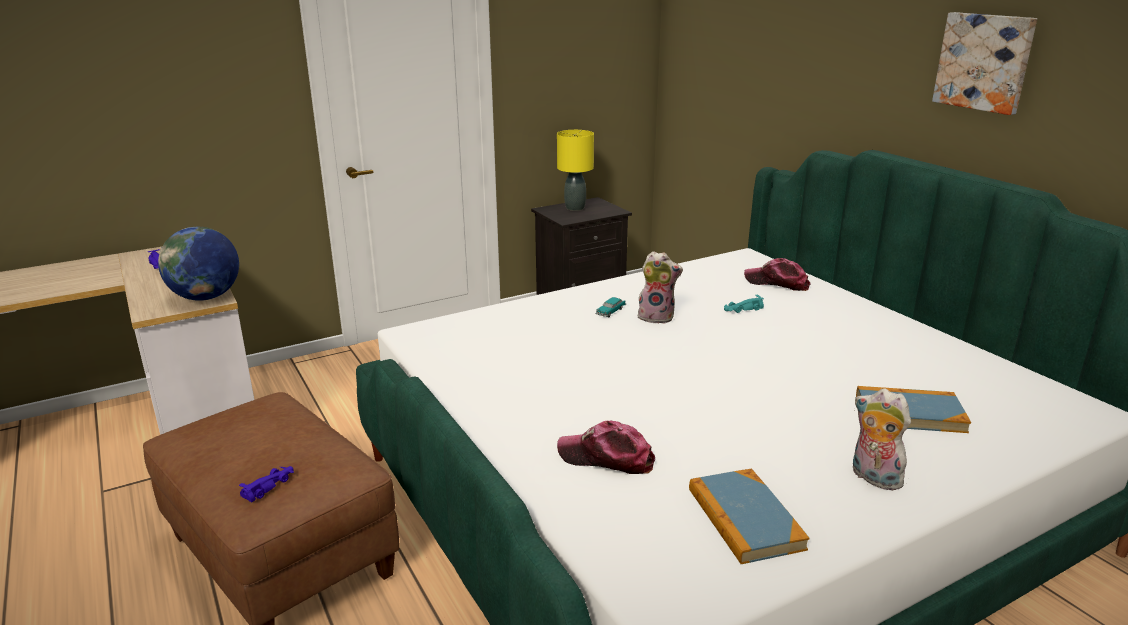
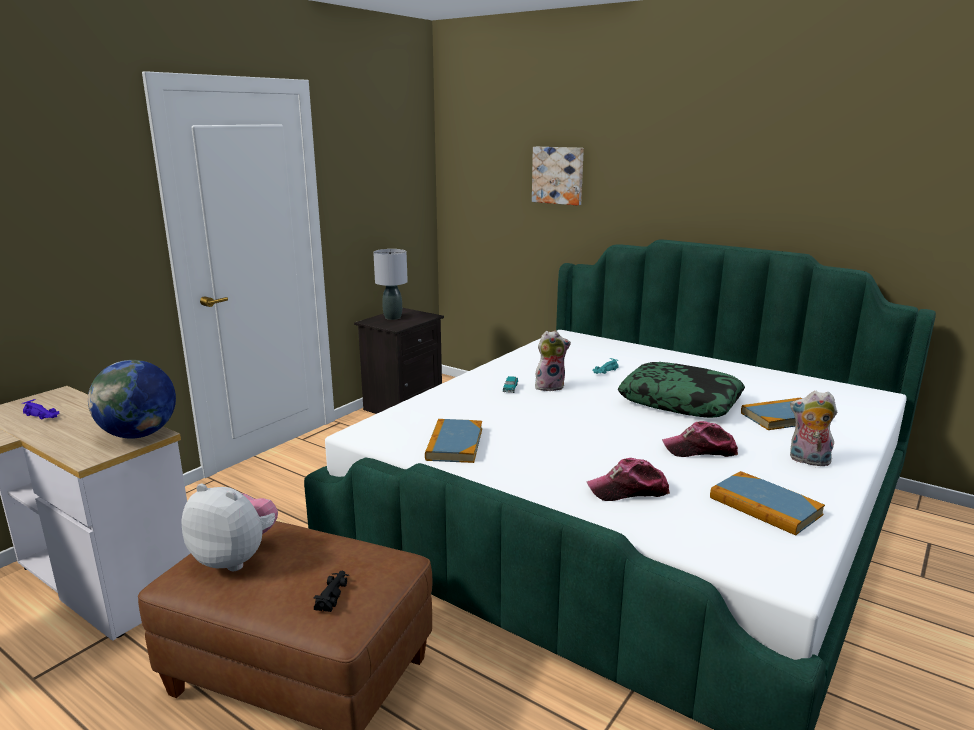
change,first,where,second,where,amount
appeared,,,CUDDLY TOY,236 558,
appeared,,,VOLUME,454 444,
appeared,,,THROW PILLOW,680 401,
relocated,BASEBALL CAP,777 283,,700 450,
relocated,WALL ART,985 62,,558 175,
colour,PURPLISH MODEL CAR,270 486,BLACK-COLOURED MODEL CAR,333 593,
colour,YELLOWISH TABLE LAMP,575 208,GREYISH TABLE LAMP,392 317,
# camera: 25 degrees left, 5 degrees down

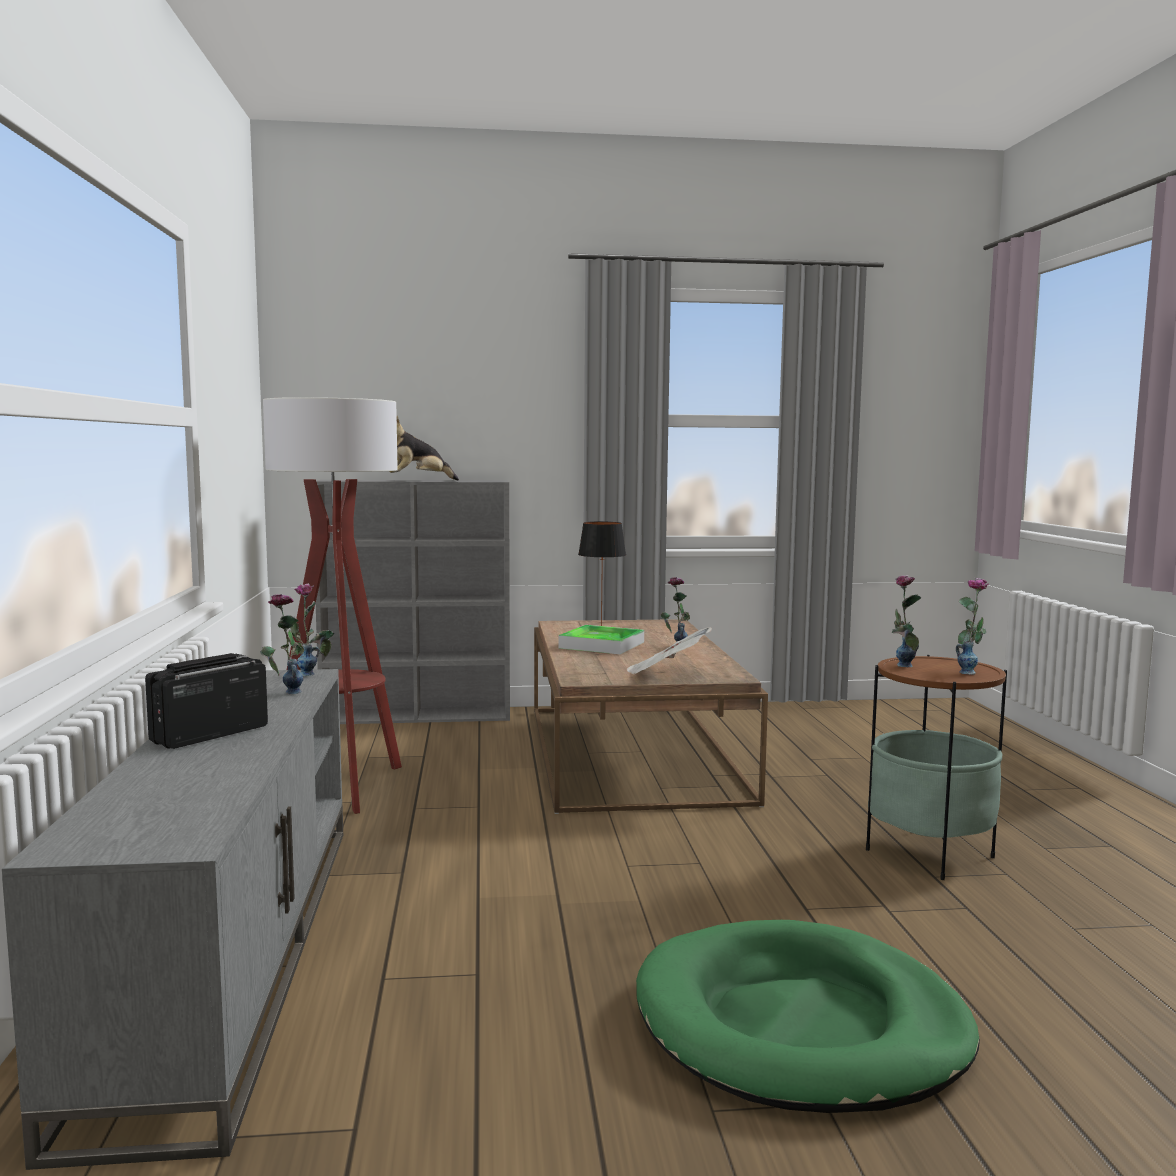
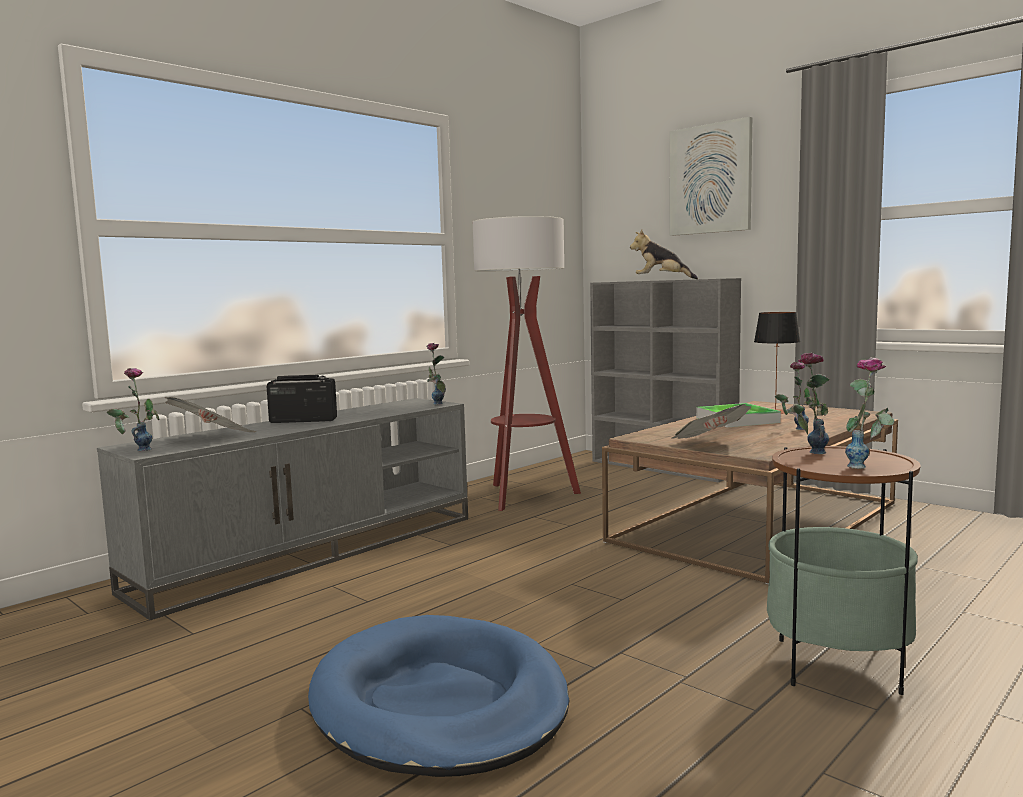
change,first,where,second,where,amount
appeared,,,PRINTED PAPER,213 437,
appeared,,,WALL ART,710 179,
relocated,VASE,282 694,,136 450,
colour,GREEN DOG BED,800 1025,BLUISH DOG BED,439 703,
# camera: 50 degrees right, 0 degrees up

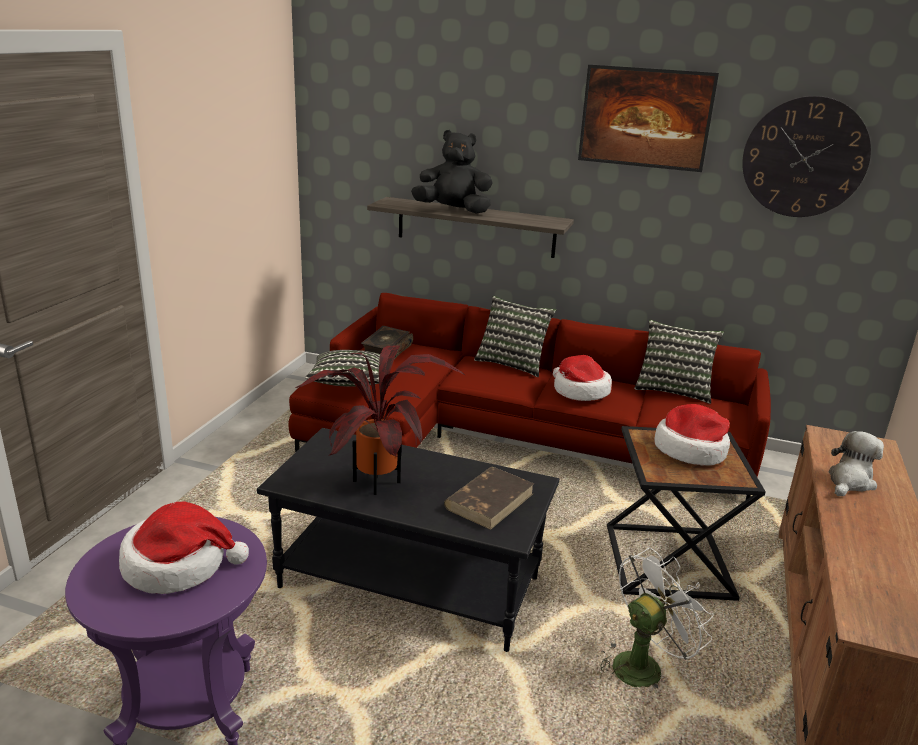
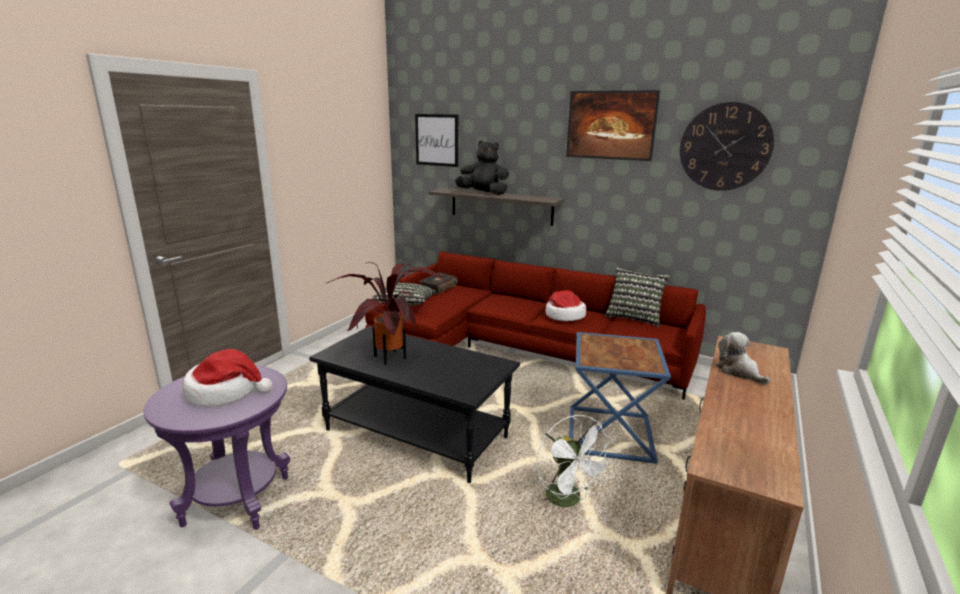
change,first,where,second,where,amount
missing,BROWN VOLUME,490 500,,,
missing,THROW PILLOW,512 363,,,
missing,CLOTHING HAT,691 450,,,
appeared,,,WALL ART,437 140,
colour,BLACK-COLOURED END TABLE,670 563,BLUISH END TABLE,611 435,
spun,WHITISH ELECTRIC FAN,643 664,,569 500,90 degrees clockwise
spun,CUDDLY TOY,849 482,,738 372,75 degrees counterclockwise
# camera: 10 degrees right, 5 degrees down

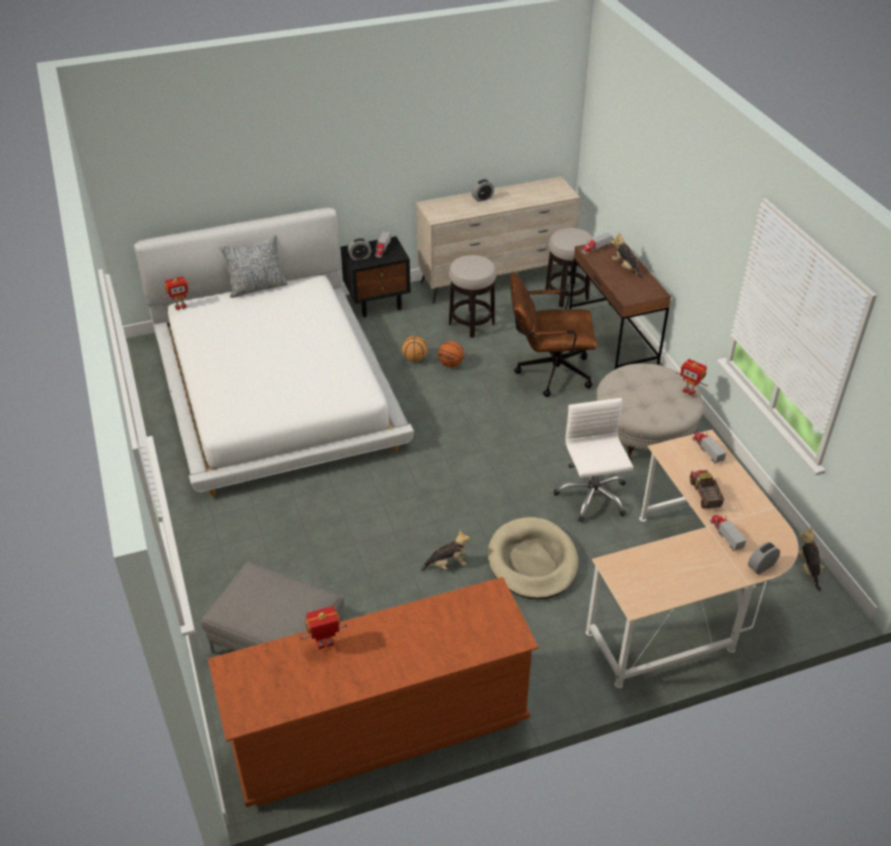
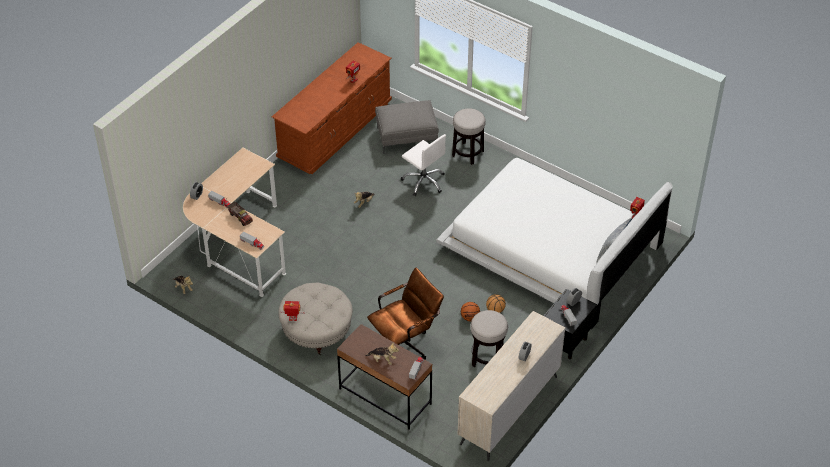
change,first,where,second,where,amount
missing,BEIGE DOG BED,532 562,,,
relocated,STOOL SEAT,566 295,,468 153,
relocated,WHITISH OFFICE CHAIR,592 496,,424 181,
# camera: 145 degrees right, 5 degrees up

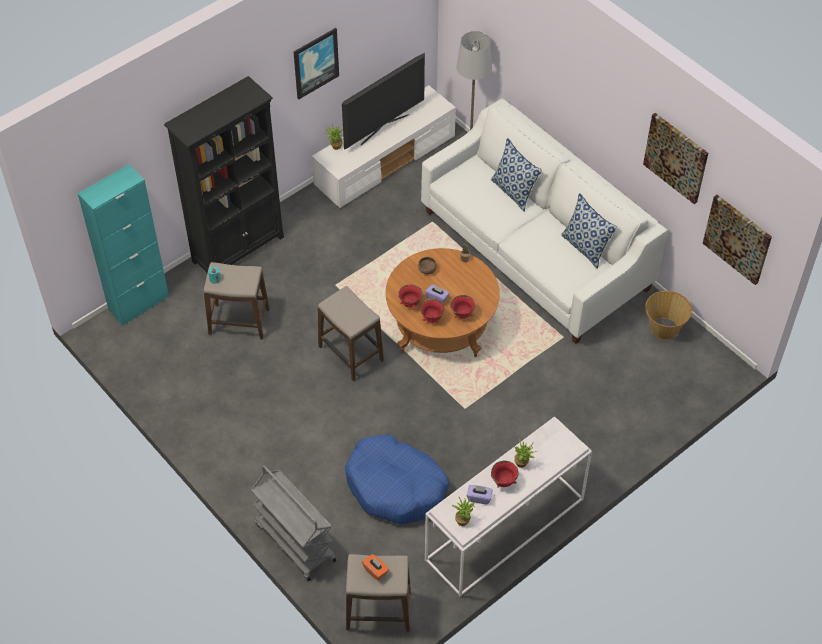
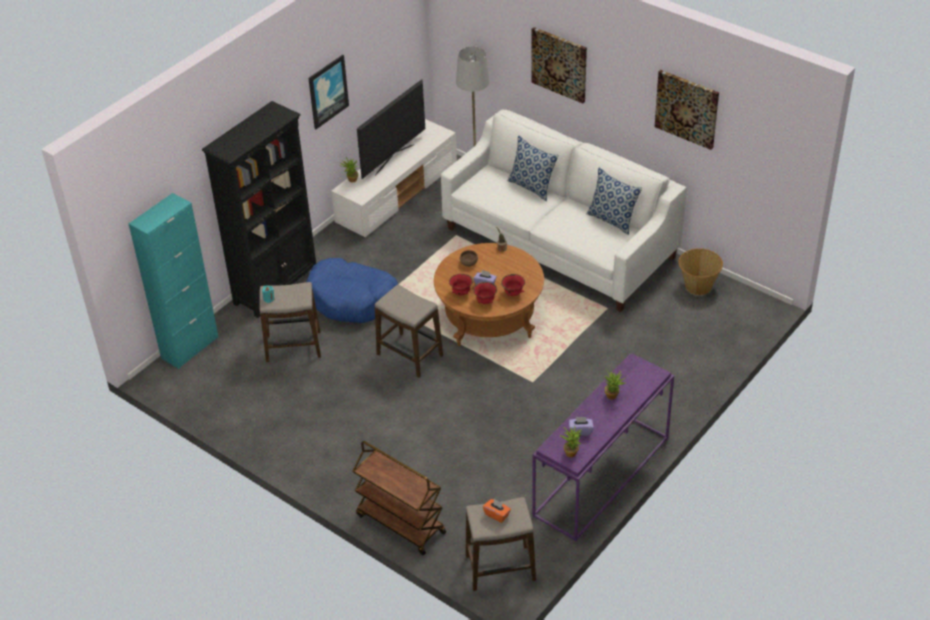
change,first,where,second,where,amount
missing,REDDISH SERVING BOWL,503 481,,,
relocated,BLUISH DOG BED,395 487,,352 299,
relocated,WALL ART,737 238,,559 64,
colour,GREYISH CART,294 542,BROWN CART,400 524,
colour,WHITISH NARROW TABLE,505 531,PURPLISH NARROW TABLE,602 477,
# camera: 10 degrees left, 10 degrees down

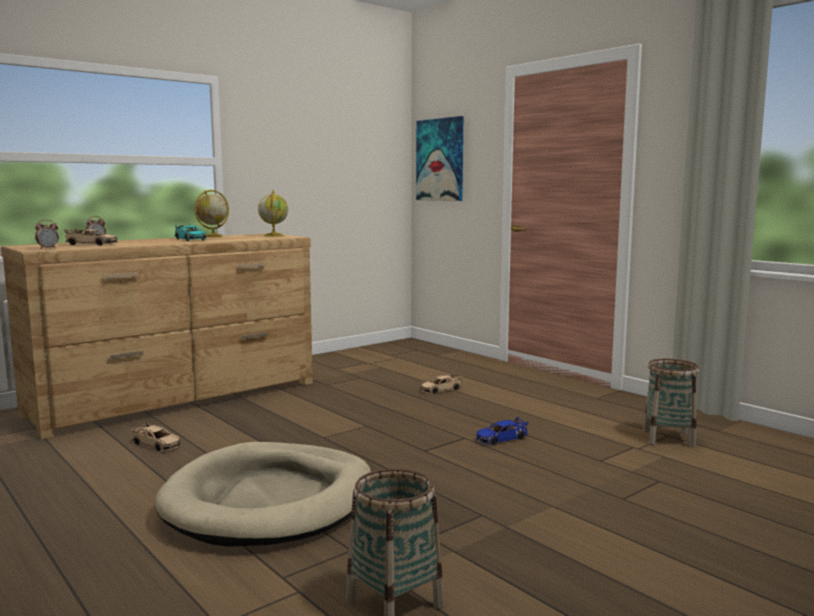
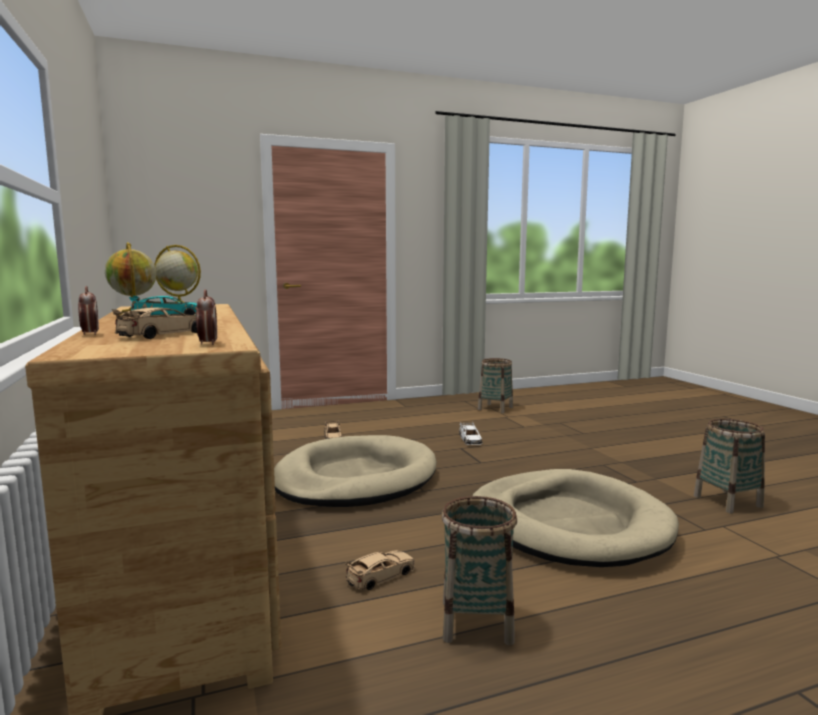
change,first,where,second,where,amount
missing,WALL ART,440 160,,,
appeared,,,BEIGE DOG BED,355 478,
appeared,,,STORAGE BASKET,477 622,
colour,BLUISH MODEL CAR,501 439,WHITISH MODEL CAR,470 439,
# camera: 70 degrees left, 0 degrees up

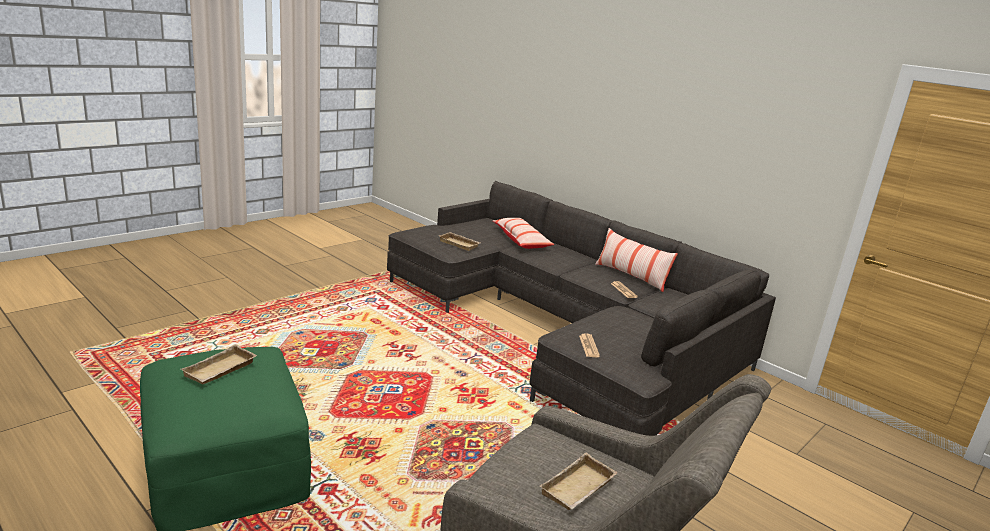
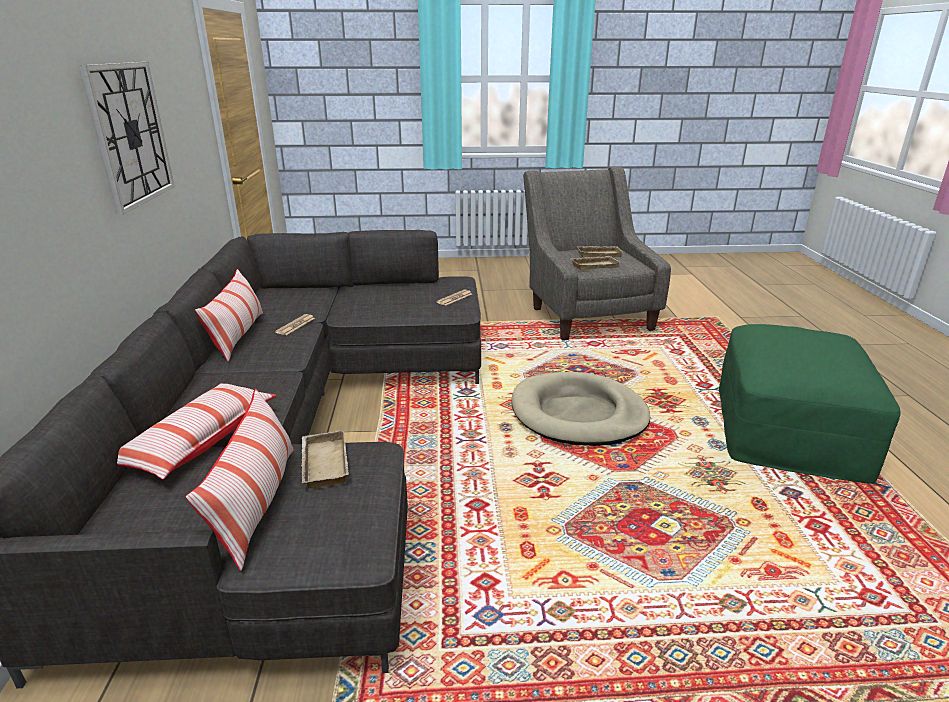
change,first,where,second,where,amount
appeared,,,WALL CLOCK,130 134,
appeared,,,THROW PILLOW,256 503,
appeared,,,BEIGE DOG BED,578 414,
relocated,BEIGE CARRYING TRAY,220 370,,594 265,
# camera: 135 degrees left, 5 degrees up

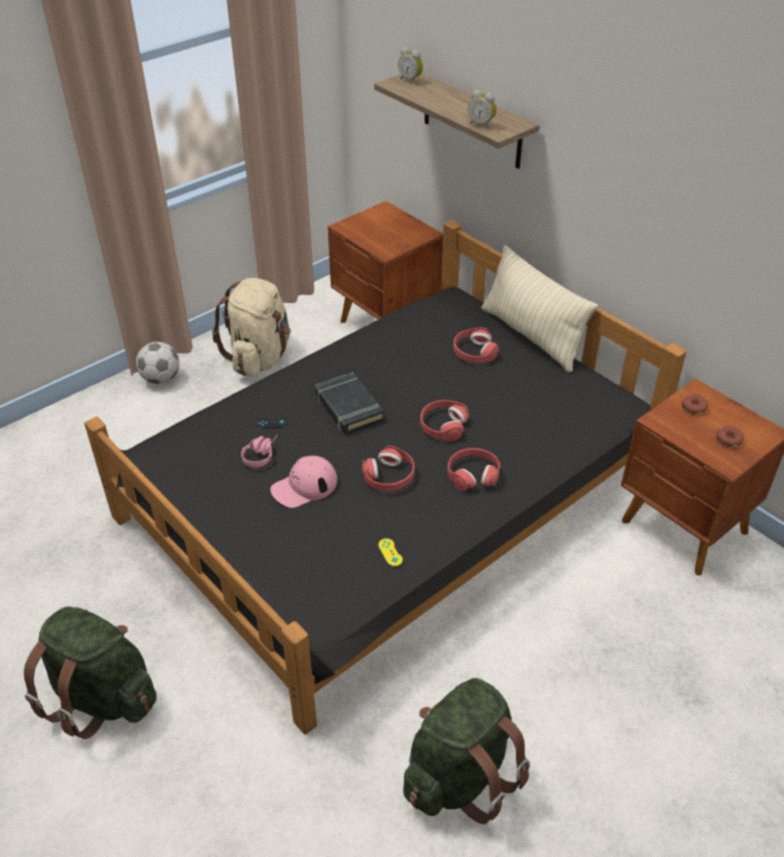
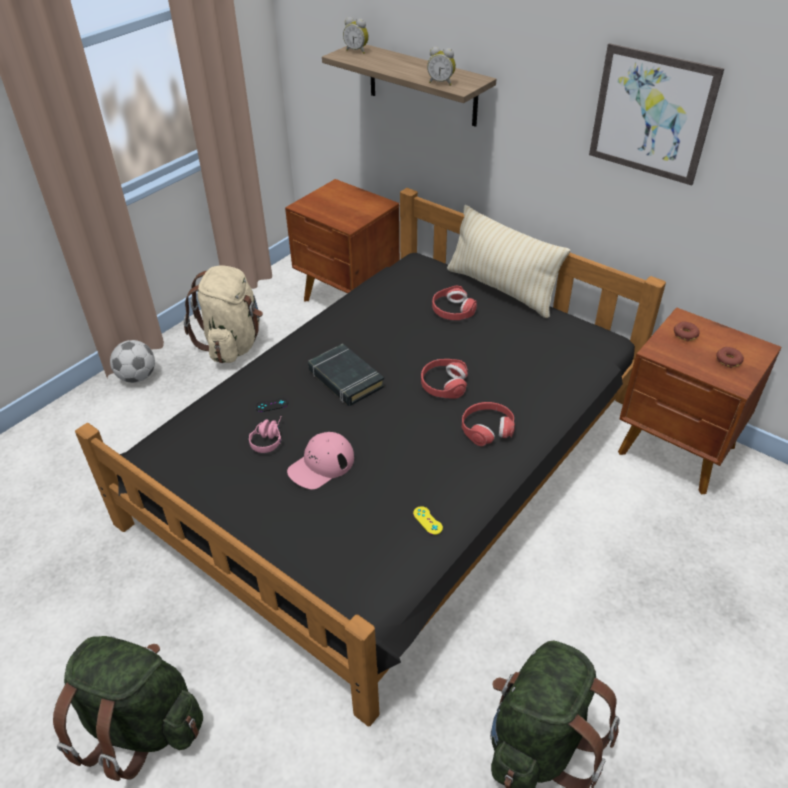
change,first,where,second,where,amount
missing,REDDISH HEADSET,389 476,,,
appeared,,,WALL ART,651 114,
# camera: 10 degrees left, 0 degrees up

